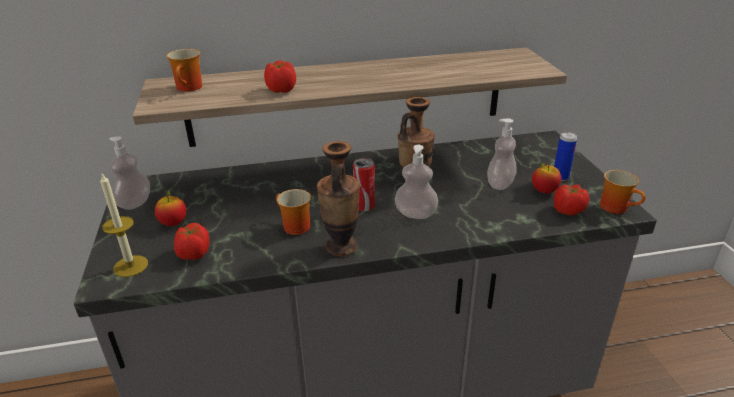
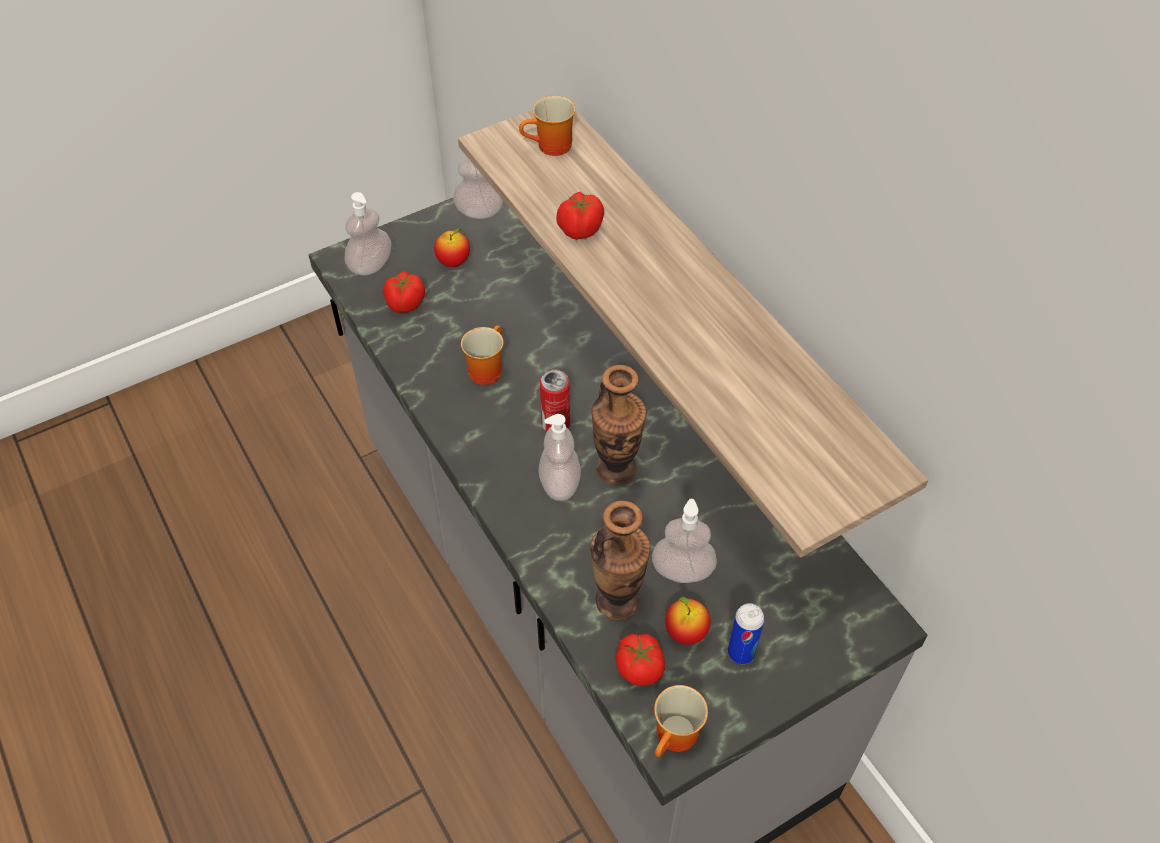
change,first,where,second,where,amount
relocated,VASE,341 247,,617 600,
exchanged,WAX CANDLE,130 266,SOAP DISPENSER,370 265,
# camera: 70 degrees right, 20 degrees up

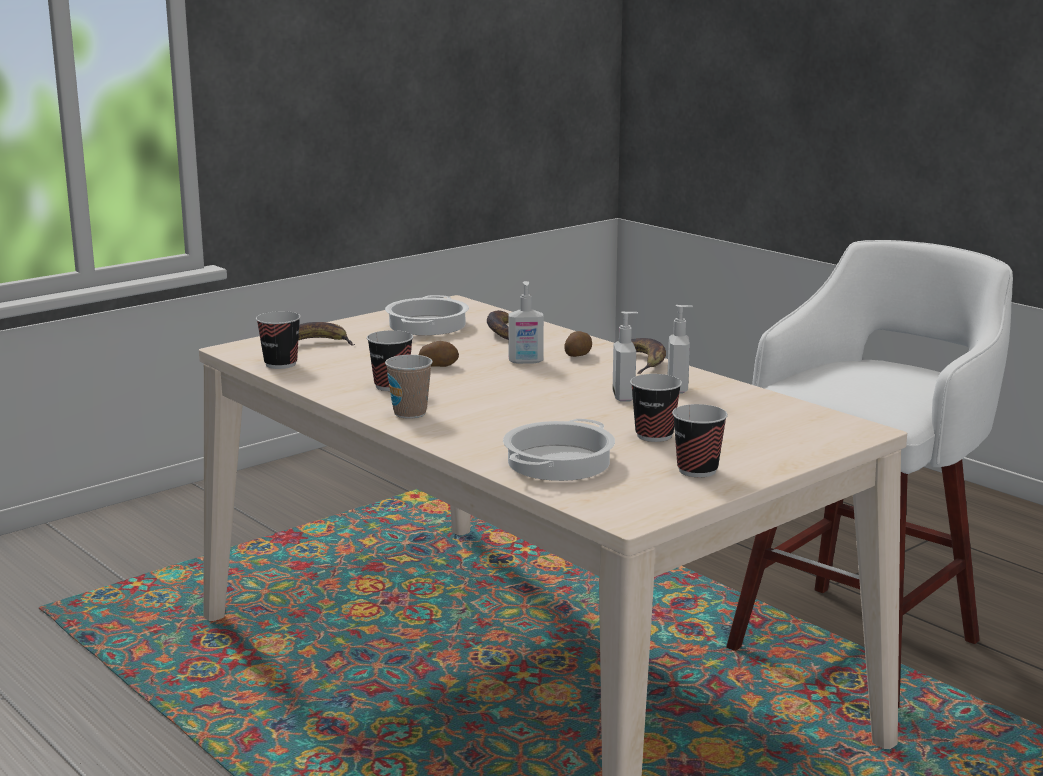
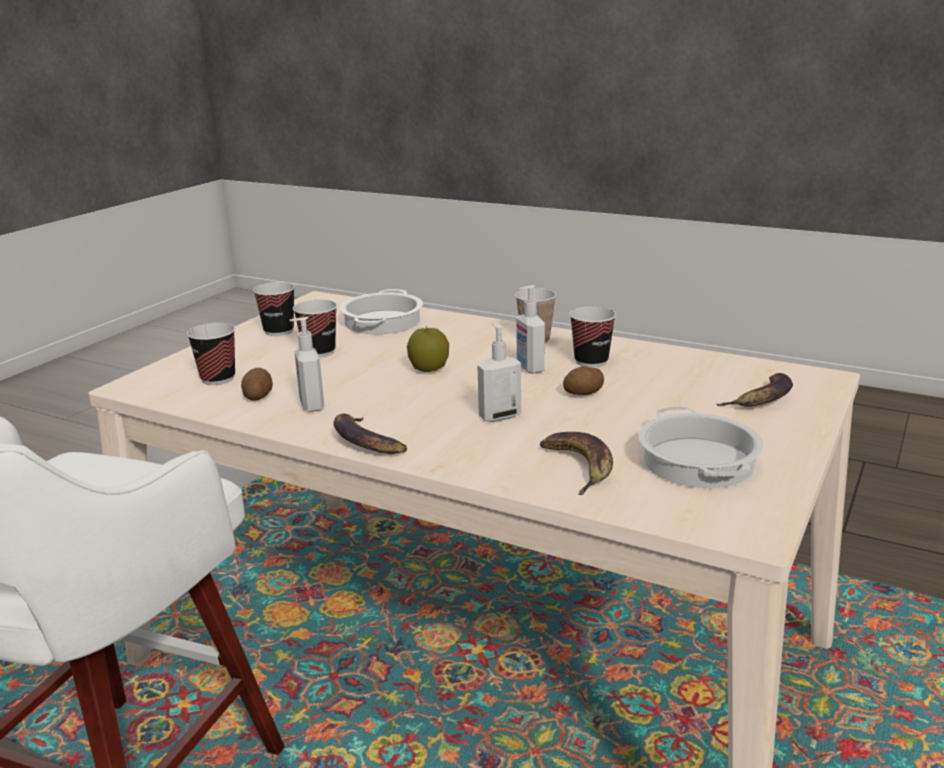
change,first,where,second,where,amount
appeared,,,APPLE,429 369,
relocated,CUP,280 364,,218 378,
relocated,POTATO,578 355,,257 396,
relocated,SOAP DISPENSER,624 397,,529 368,
# camera: 160 degrees right, 5 degrees up

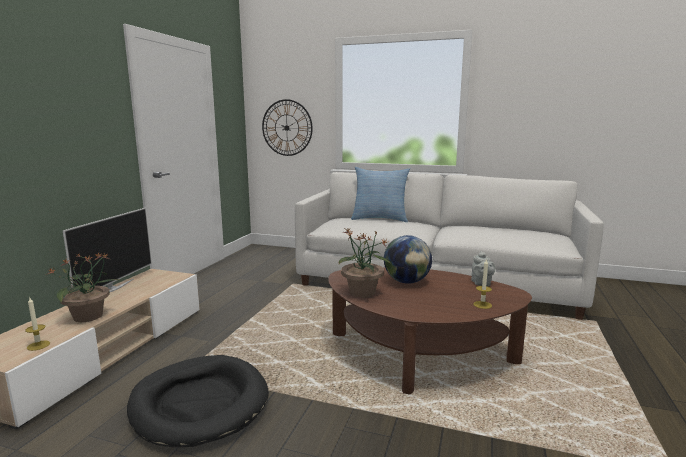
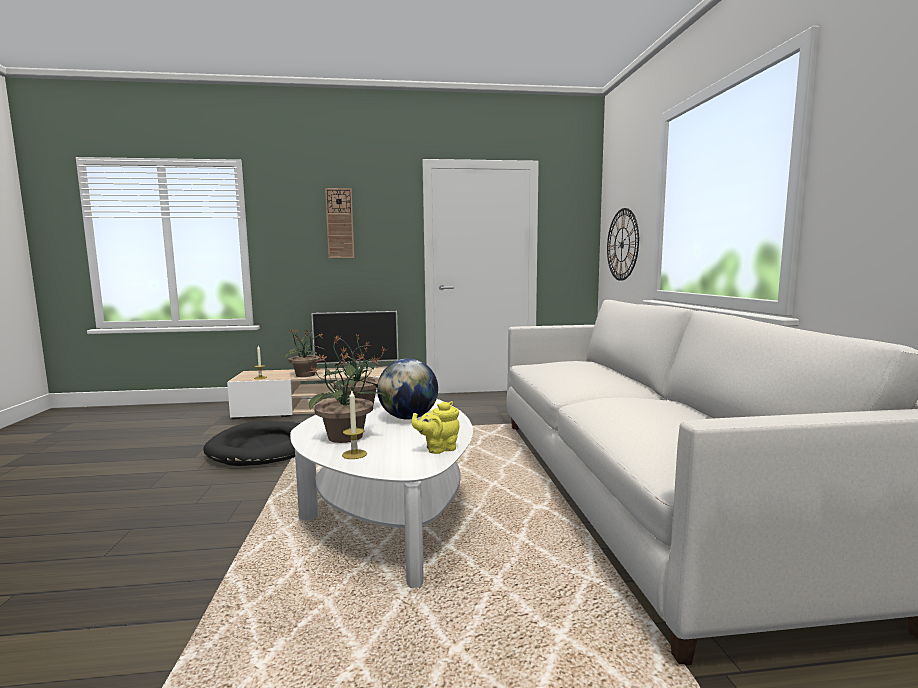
change,first,where,second,where,amount
missing,THROW PILLOW,380 219,,,
appeared,,,HOUSEPLANT,346 437,
appeared,,,WALL CLOCK,340 223,
colour,BROWN COFFEE TABLE,418 355,WHITISH COFFEE TABLE,390 512,
colour,GREYISH TEAPOT,481 283,YELLOWISH TEAPOT,438 449,
# camera: 65 degrees right, 5 degrees down

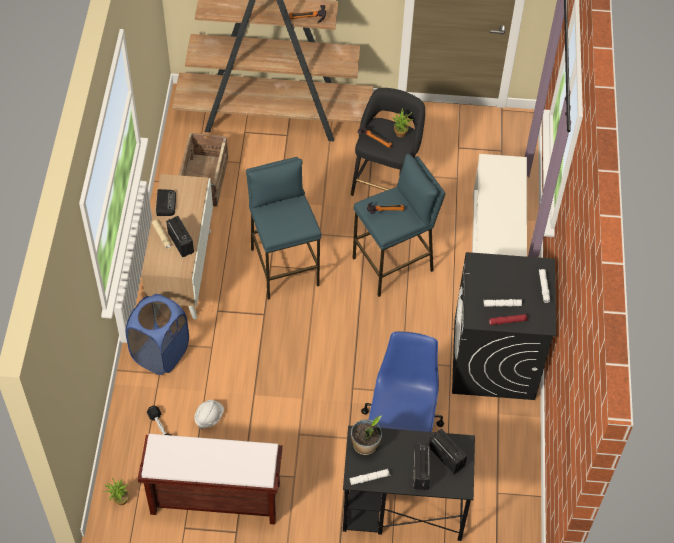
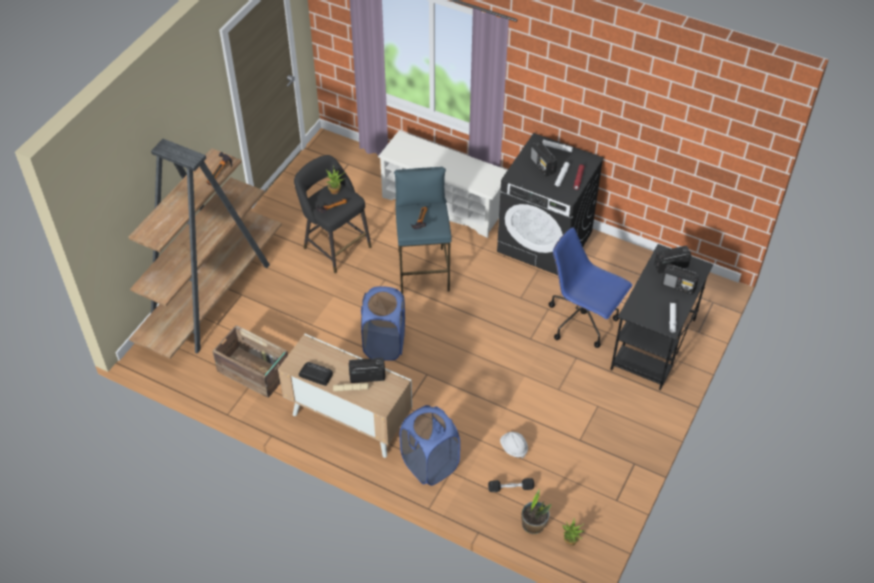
change,first,where,second,where,amount
missing,BROWN LONG SEAT,214 499,,,
appeared,,,RADIO RECEIVER,542 166,
relocated,HOUSEPLANT,365 445,,533 525,
exchanged,BLUISH STOOL SEAT,284 266,BLUISH WASHING BASKET,384 344,
# camera: 65 degrees left, 5 degrees down

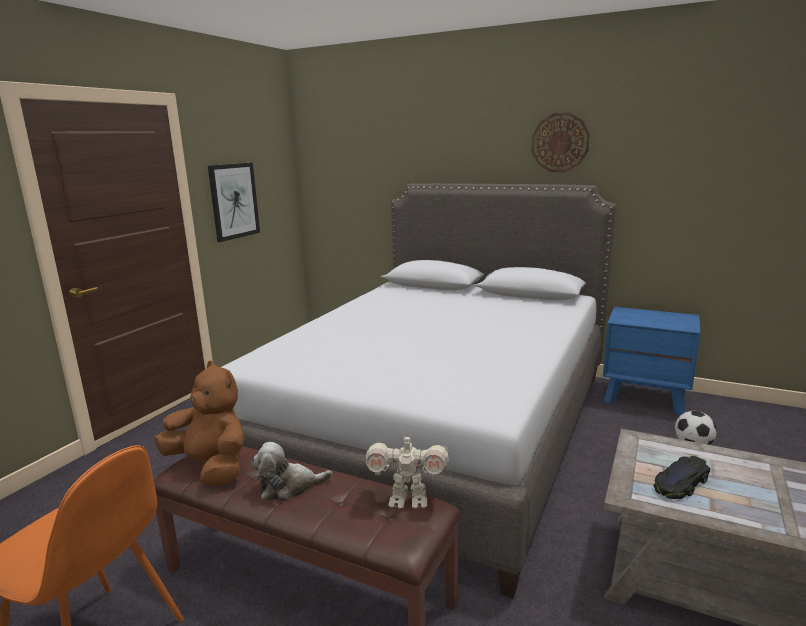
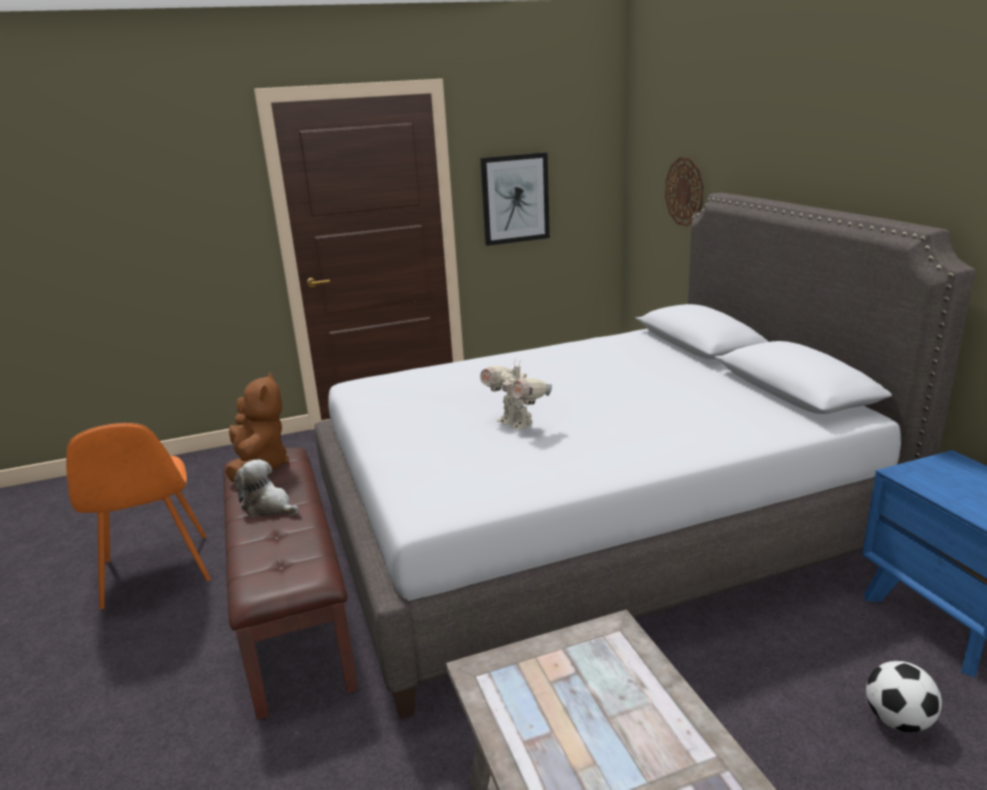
change,first,where,second,where,amount
missing,BLACK-COLOURED MODEL CAR,680 483,,,
relocated,TOY ROBOT,408 500,,517 423,
relocated,WALL CLOCK,560 142,,684 191,
# camera: 45 degrees right, 5 degrees up

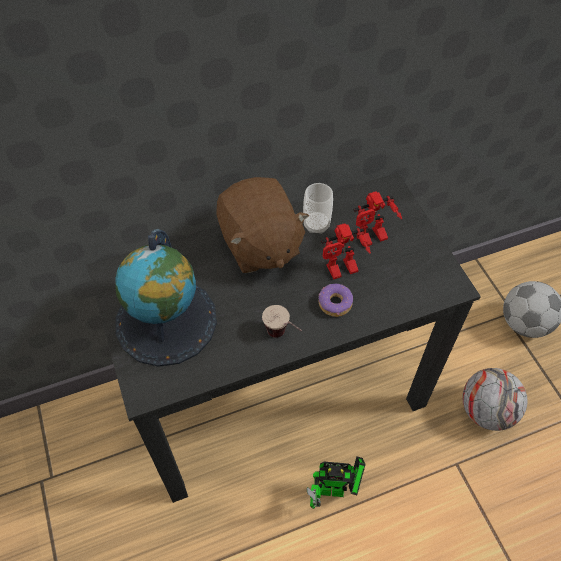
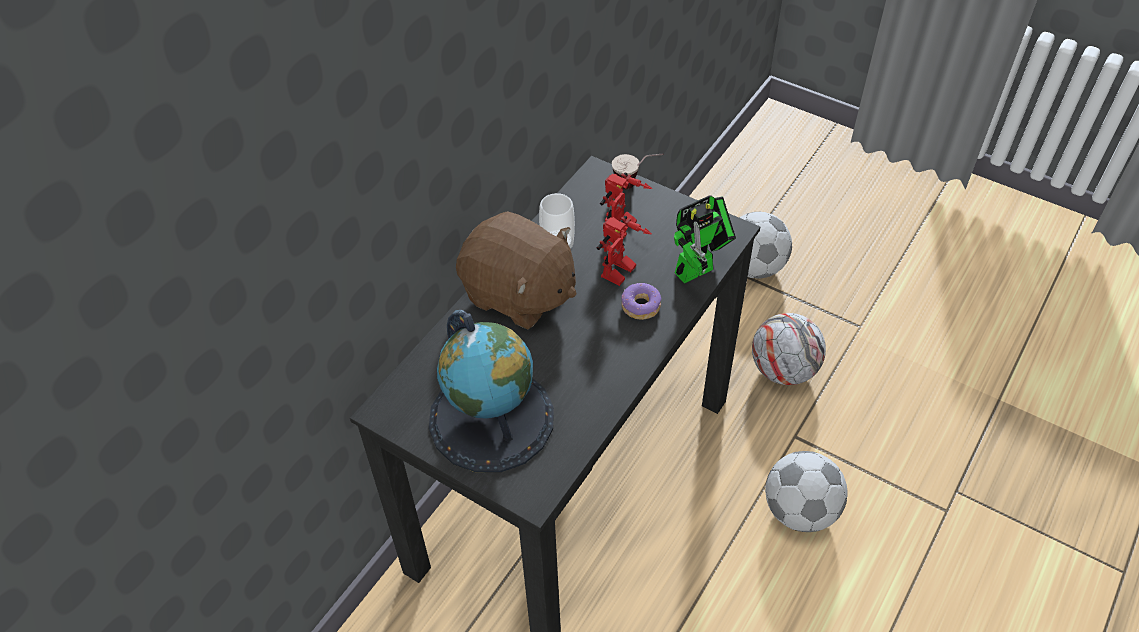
change,first,where,second,where,amount
appeared,,,FOOTBALL,800 510,
relocated,CUP,283 337,,636 185,
relocated,TOY ROBOT,336 490,,699 268,
# camera: 35 degrees left, 5 degrees down

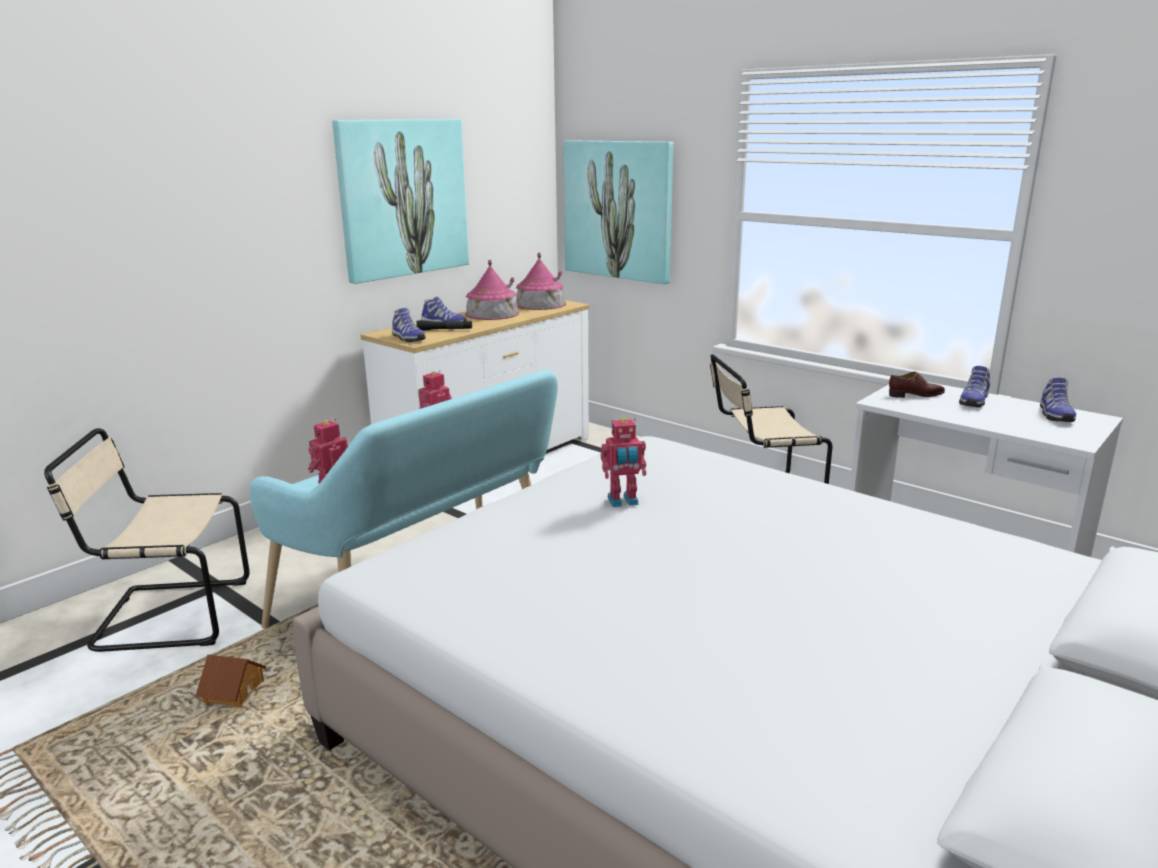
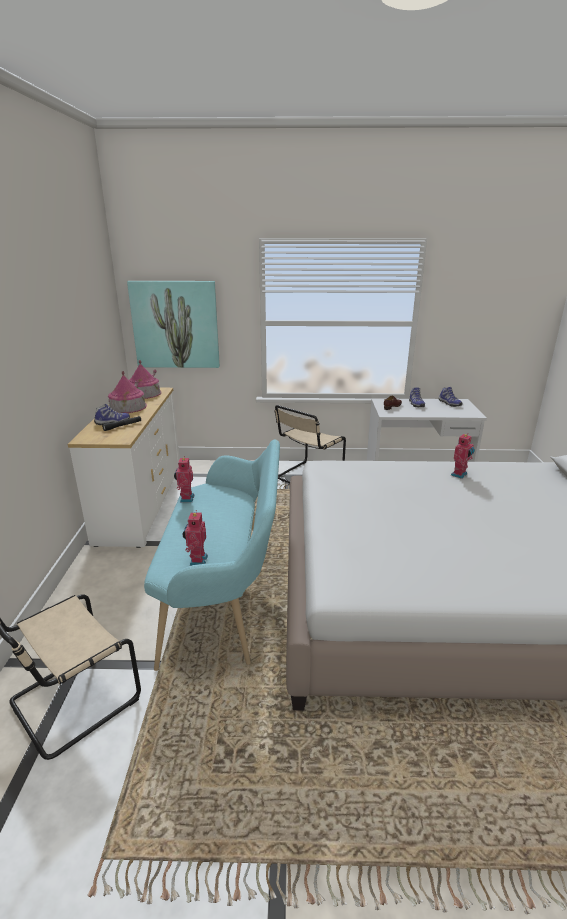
change,first,where,second,where,amount
missing,MINIATURE HOUSE,233 692,,,
missing,WALL ART,403 198,,,
missing,SHOE,407 338,,,
relocated,TOY ROBOT,623 502,,460 475,
# camera: 40 degrees left, 5 degrees up

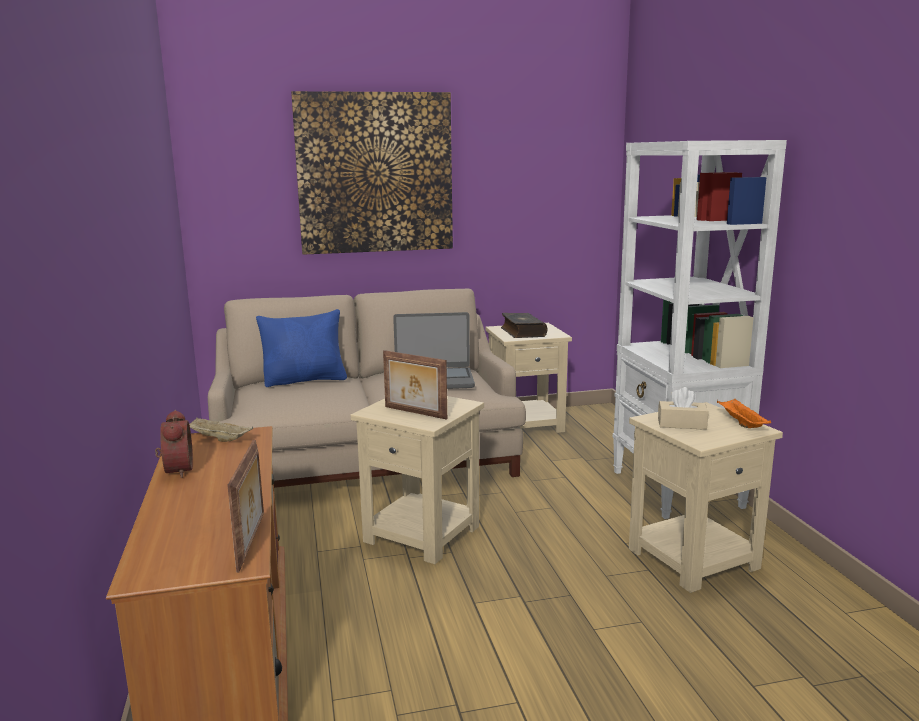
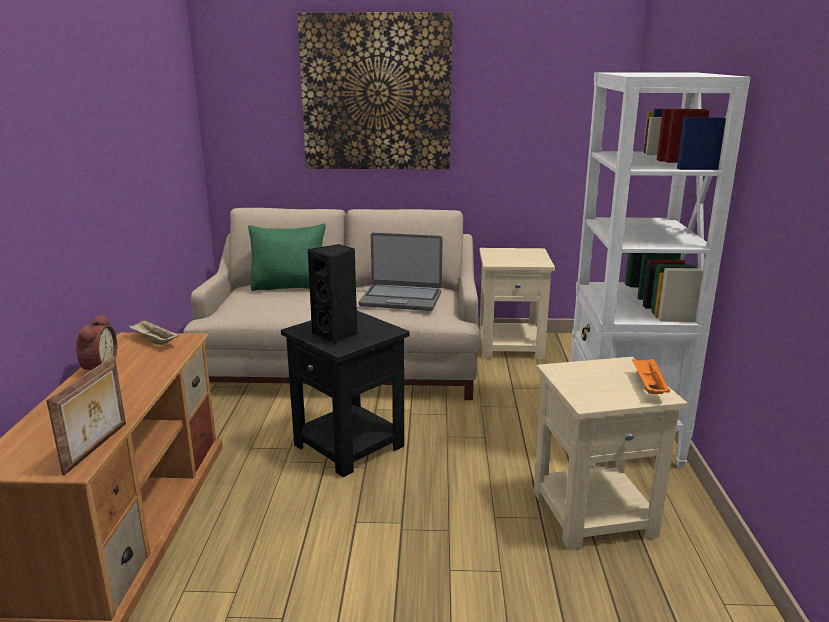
change,first,where,second,where,amount
missing,VOLUME,522 332,,,
missing,BEIGE TISSUE HOLDER,682 424,,,
exchanged,PHOTO FRAME,414 413,BLACK-COLOURED SPEAKER,336 335,
colour,BLUISH THROW PILLOW,305 380,GREEN THROW PILLOW,290 287,
colour,BEIGE END TABLE,423 534,BLACK-COLOURED END TABLE,350 446,
# camera: 15 degrees right, 5 degrees up

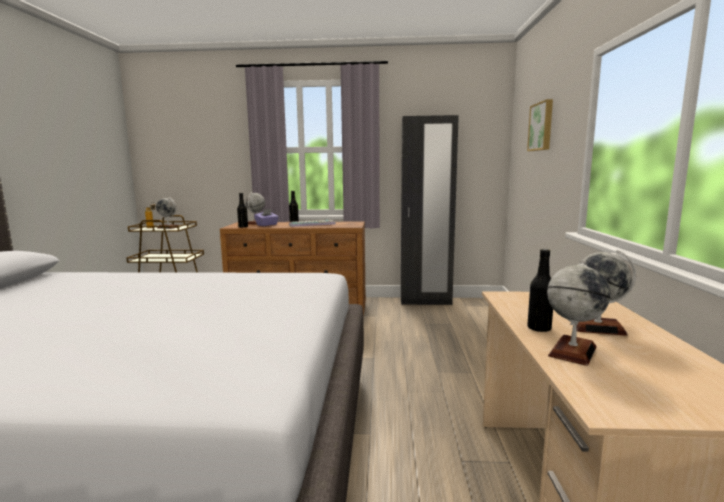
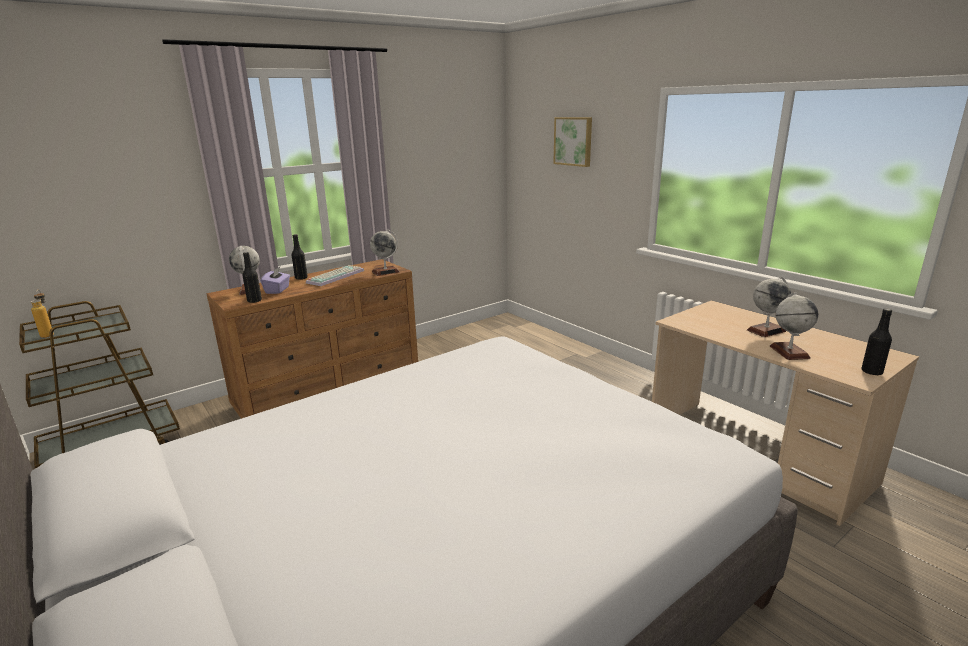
change,first,where,second,where,amount
missing,BLACK-COLOURED CLOTHES CUPBOARD,425 301,,,
relocated,WORLD GLOBE,168 227,,385 272,
relocated,BLACK-COLOURED BOTTLE,539 328,,871 372,
# camera: 40 degrees left, 10 degrees up

